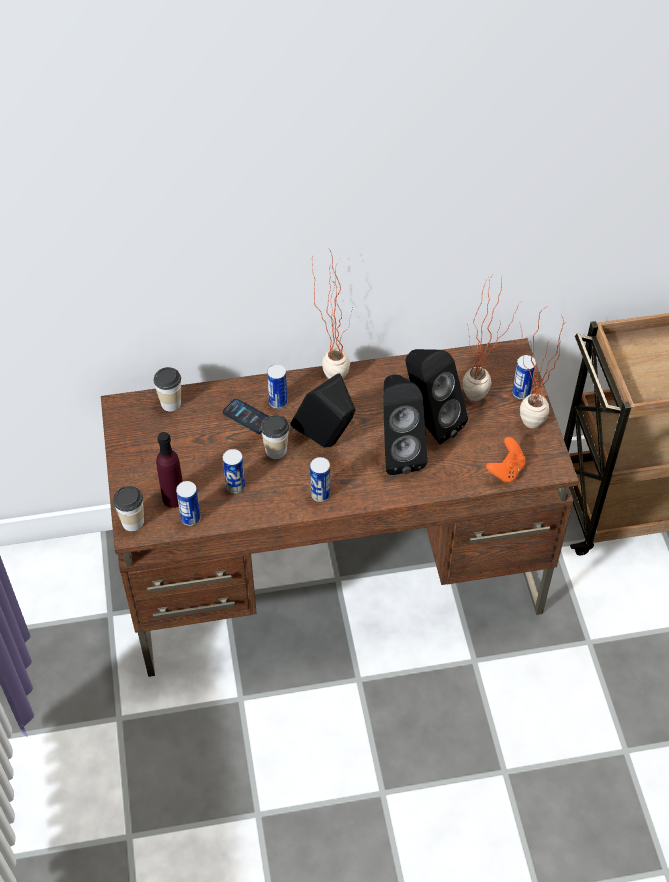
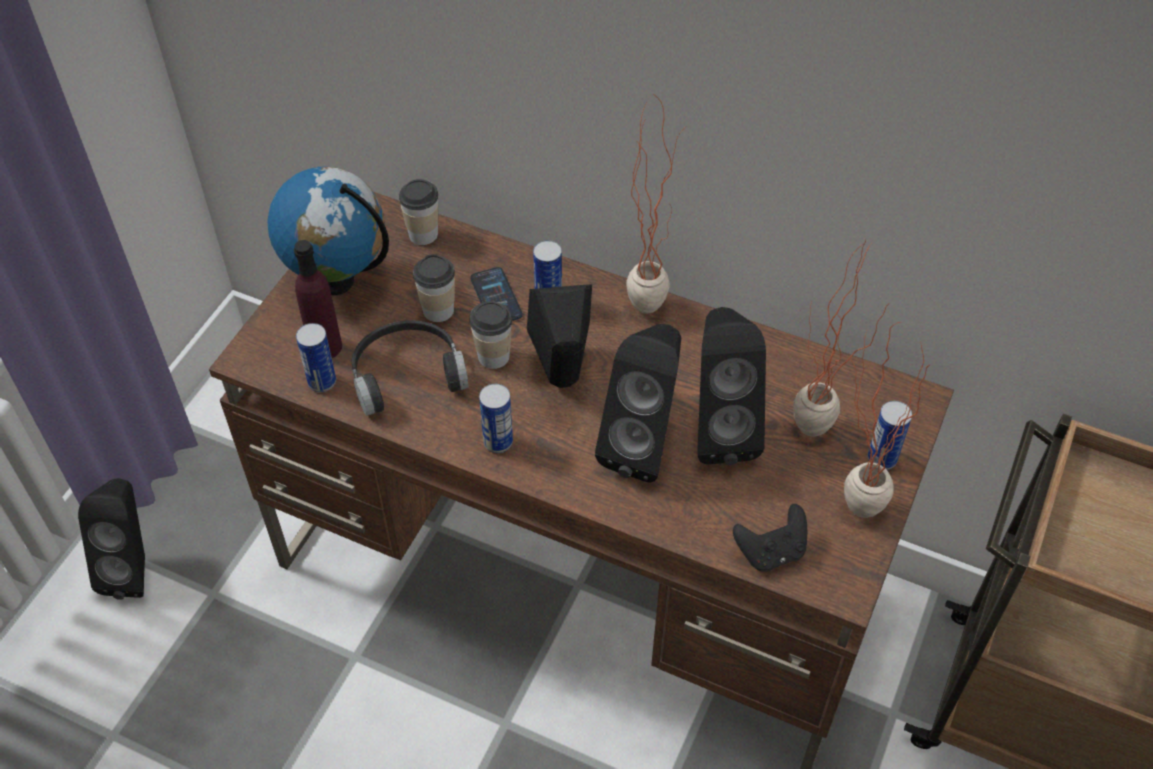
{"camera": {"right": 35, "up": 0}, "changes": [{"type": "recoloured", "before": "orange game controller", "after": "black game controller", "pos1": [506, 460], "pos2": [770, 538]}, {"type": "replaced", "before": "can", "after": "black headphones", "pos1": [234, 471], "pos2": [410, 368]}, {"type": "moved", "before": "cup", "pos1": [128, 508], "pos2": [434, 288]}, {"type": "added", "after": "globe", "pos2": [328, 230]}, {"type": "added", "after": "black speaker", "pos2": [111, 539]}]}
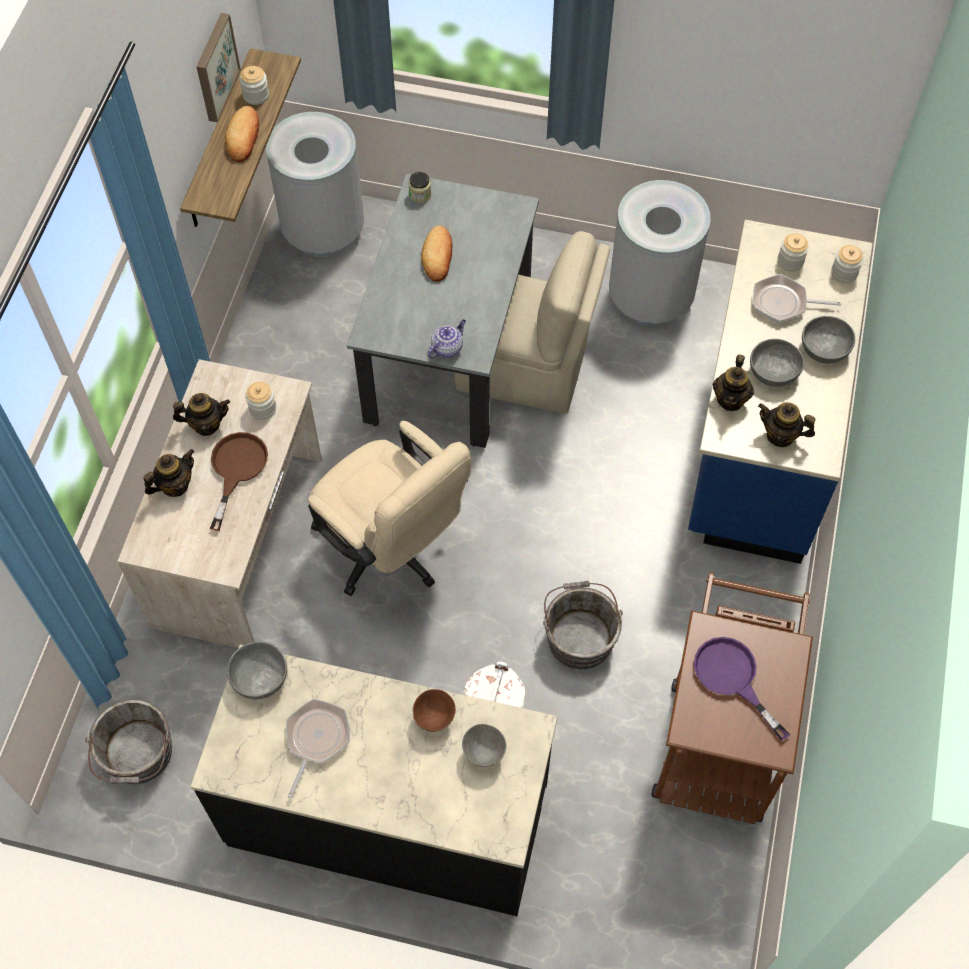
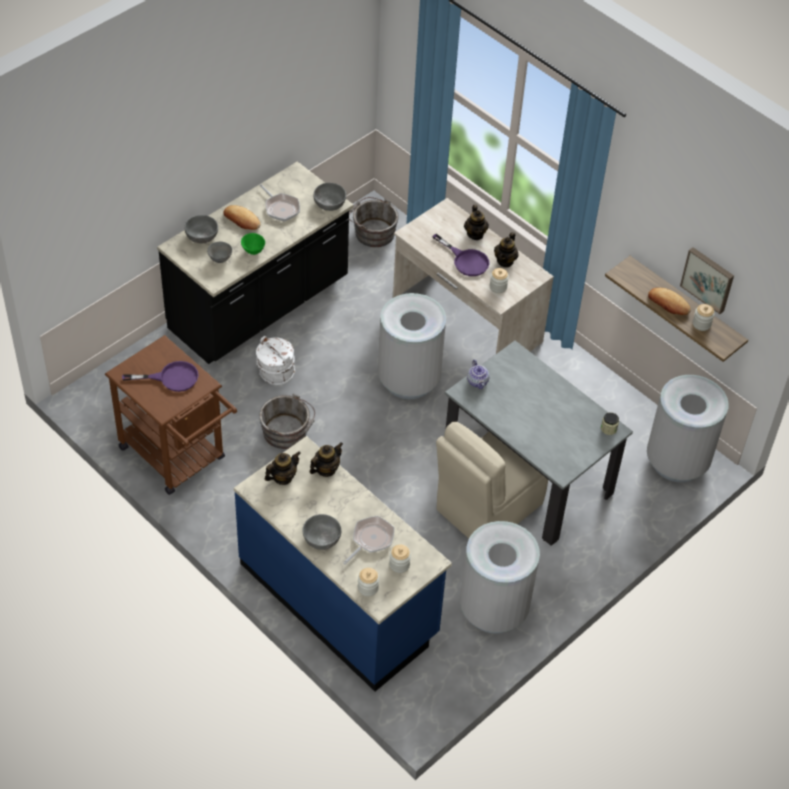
{"camera": {"right": 120, "up": -10}, "changes": [{"type": "moved", "before": "bread", "pos1": [436, 253], "pos2": [242, 217]}, {"type": "moved", "before": "grey bowl", "pos1": [777, 363], "pos2": [201, 229]}, {"type": "turned", "before": "teapot", "pos1": [733, 382], "pos2": [326, 459], "turn": 90}, {"type": "replaced", "before": "beige office chair", "after": "grey trash can", "pos1": [389, 508], "pos2": [412, 346]}, {"type": "recoloured", "before": "brown frying pan", "after": "purple frying pan", "pos1": [239, 481], "pos2": [461, 255]}, {"type": "recoloured", "before": "brown bowl", "after": "green bowl", "pos1": [434, 710], "pos2": [253, 244]}]}
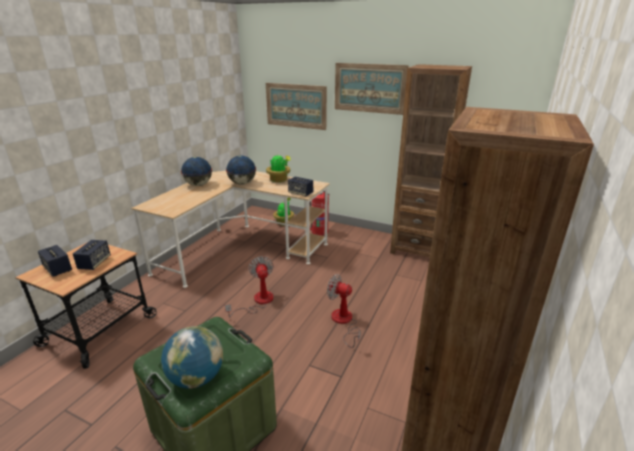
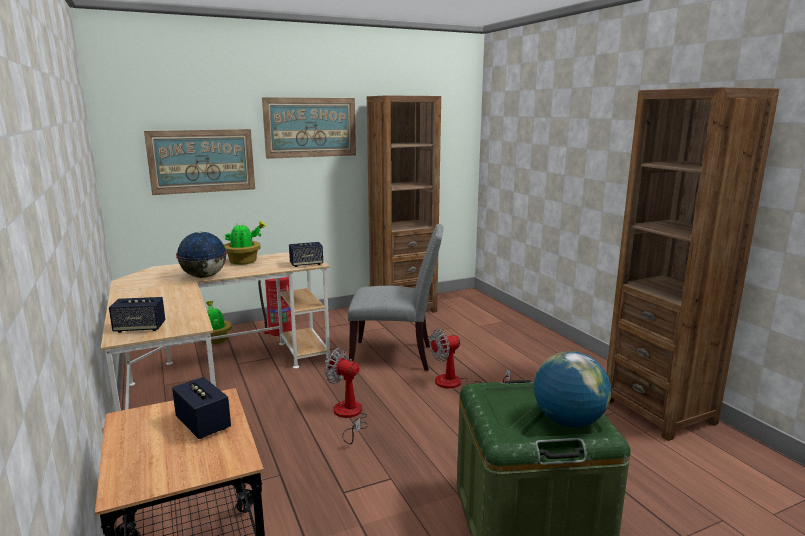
{"camera": {"right": -50, "up": -10}, "changes": [{"type": "removed", "before": "globe", "pos1": [196, 171]}, {"type": "moved", "before": "speaker", "pos1": [55, 261], "pos2": [137, 315]}, {"type": "added", "after": "grey chair", "pos2": [395, 297]}]}
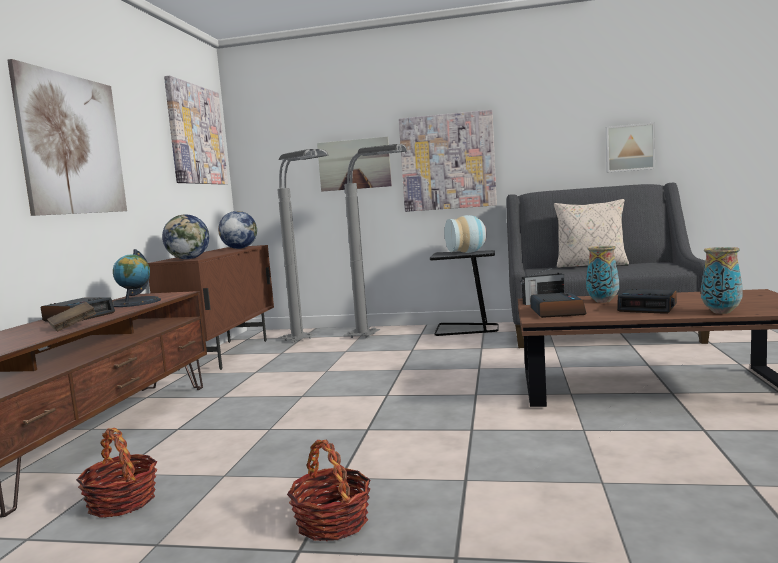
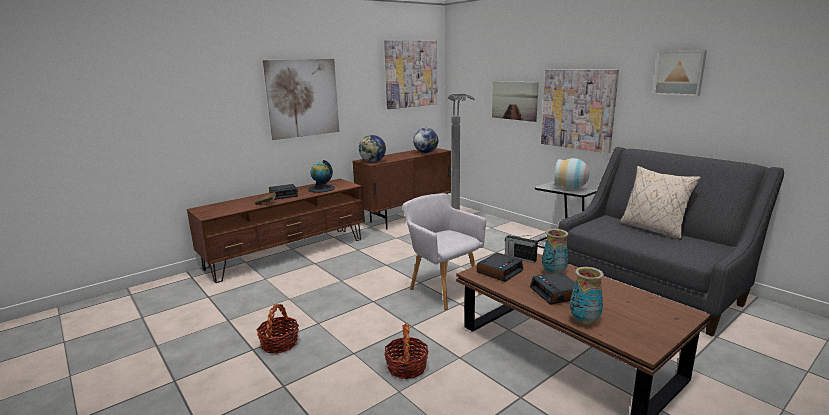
{"camera": {"right": 40, "up": 10}, "changes": [{"type": "moved", "before": "picture", "pos1": [630, 147], "pos2": [680, 73]}, {"type": "removed", "before": "grey floor lamp", "pos1": [375, 241]}, {"type": "moved", "before": "basket", "pos1": [117, 473], "pos2": [406, 351]}, {"type": "added", "after": "grey armchair", "pos2": [444, 251]}]}
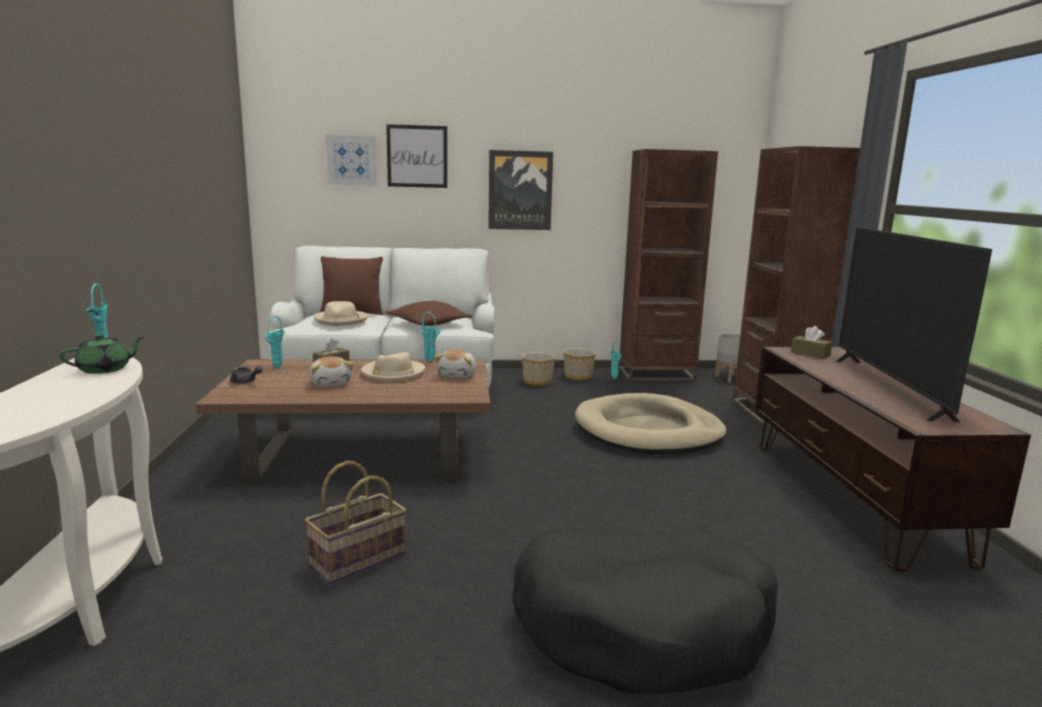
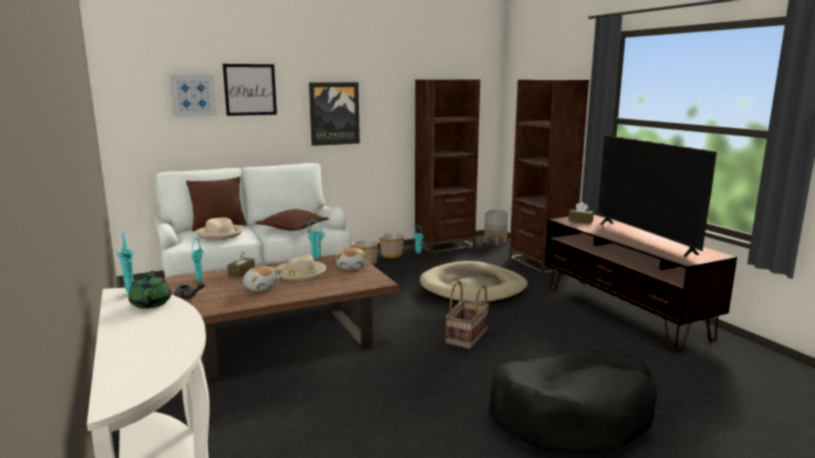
{"camera": {"right": -20, "up": 0}, "changes": [{"type": "turned", "before": "green teapot", "pos1": [101, 354], "pos2": [149, 290], "turn": -45}, {"type": "moved", "before": "basket", "pos1": [355, 522], "pos2": [467, 315]}]}
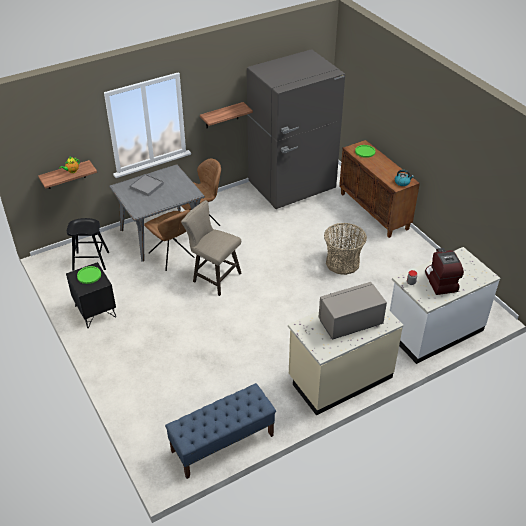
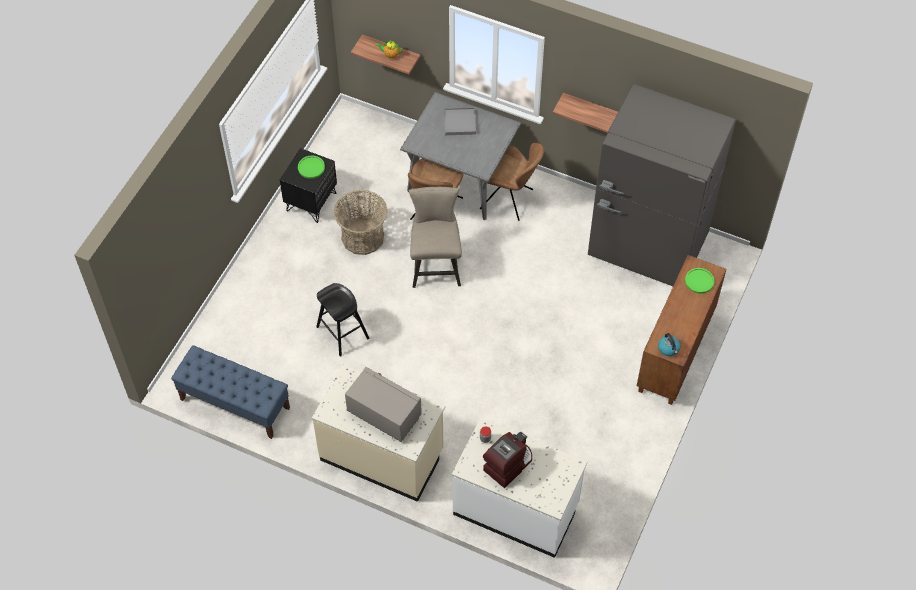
{"camera": {"right": 55, "up": 15}, "changes": [{"type": "moved", "before": "black stool", "pos1": [88, 244], "pos2": [342, 319]}, {"type": "moved", "before": "basket", "pos1": [345, 249], "pos2": [360, 222]}]}
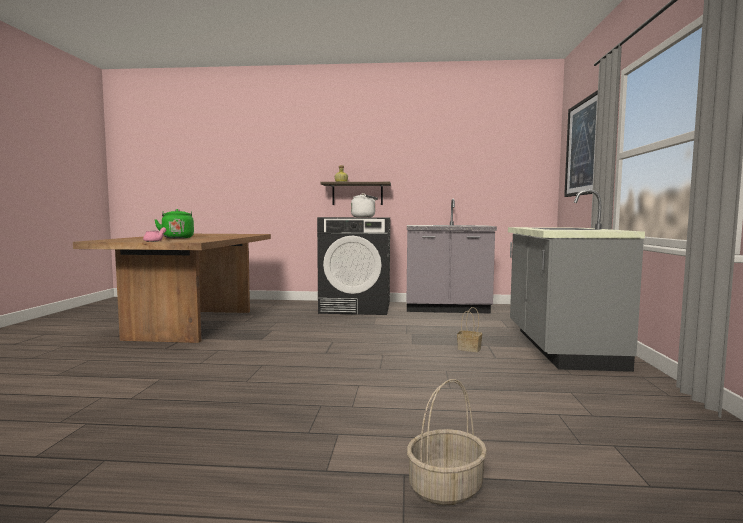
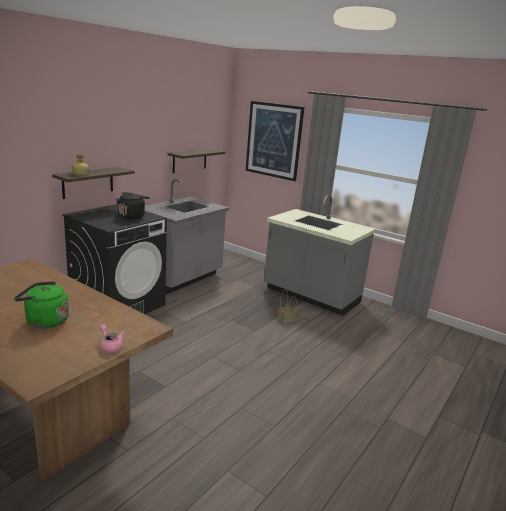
{"camera": {"right": -60, "up": 15}, "changes": [{"type": "recoloured", "before": "white kettle", "after": "black kettle", "pos1": [364, 205], "pos2": [133, 206]}, {"type": "removed", "before": "basket", "pos1": [447, 442]}, {"type": "added", "after": "shelf", "pos2": [196, 161]}]}
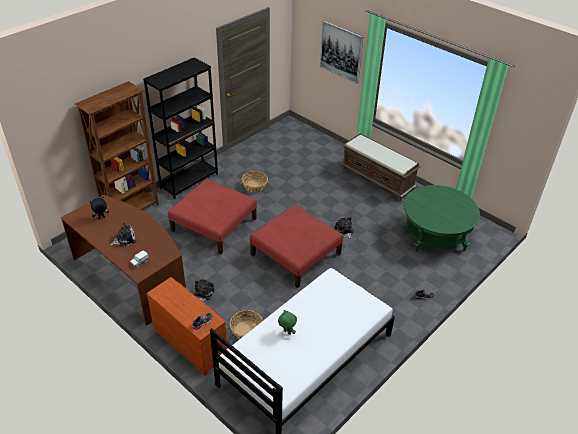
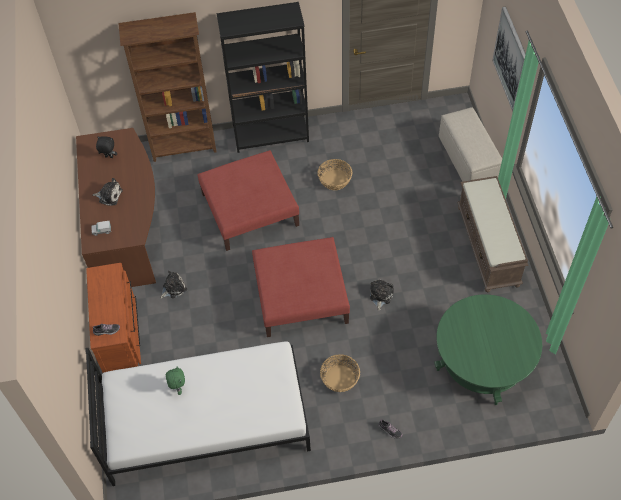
{"camera": {"right": 40, "up": 15}, "changes": [{"type": "moved", "before": "basket", "pos1": [246, 324], "pos2": [340, 373]}, {"type": "added", "after": "beige ottoman", "pos2": [470, 144]}]}
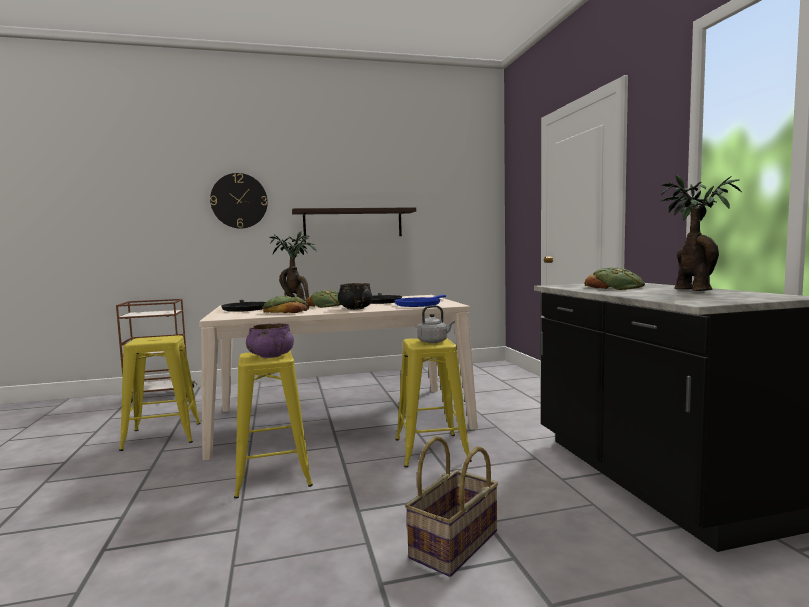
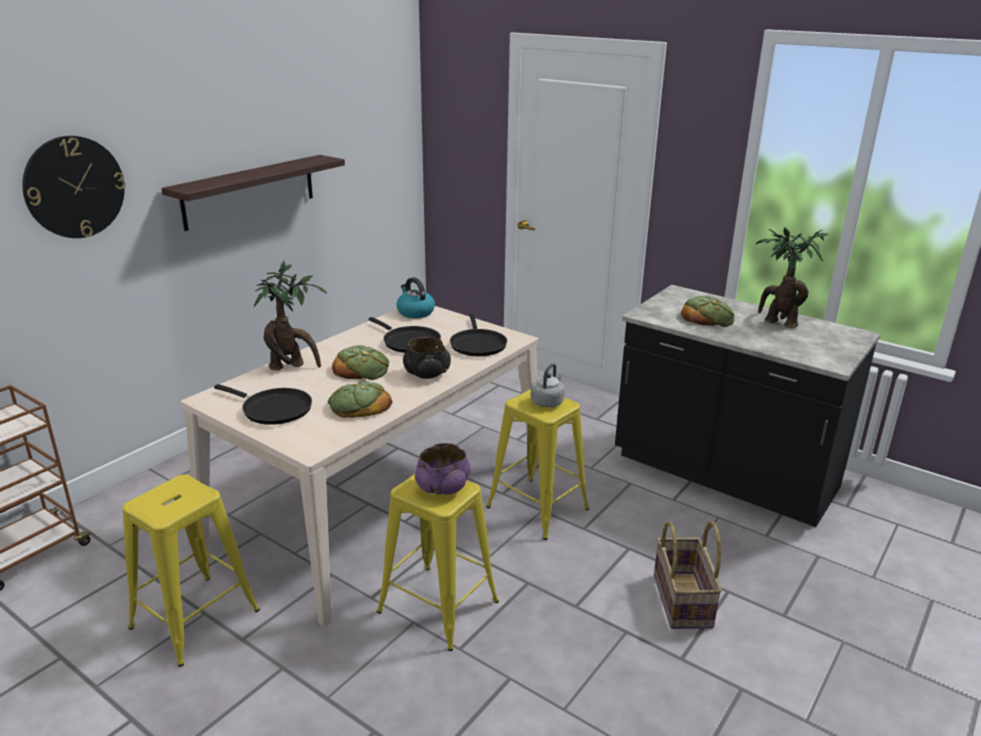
{"camera": {"right": -40, "up": 20}, "changes": [{"type": "recoloured", "before": "blue frying pan", "after": "black frying pan", "pos1": [420, 301], "pos2": [478, 335]}, {"type": "added", "after": "kettle", "pos2": [415, 297]}]}
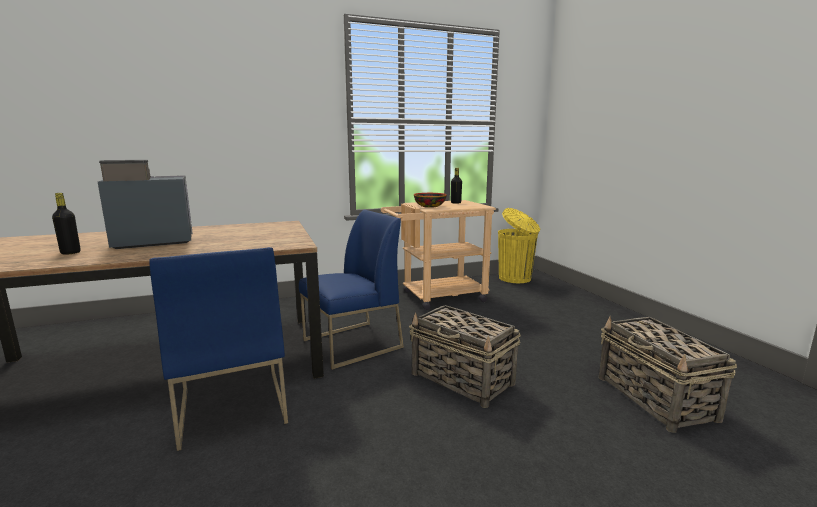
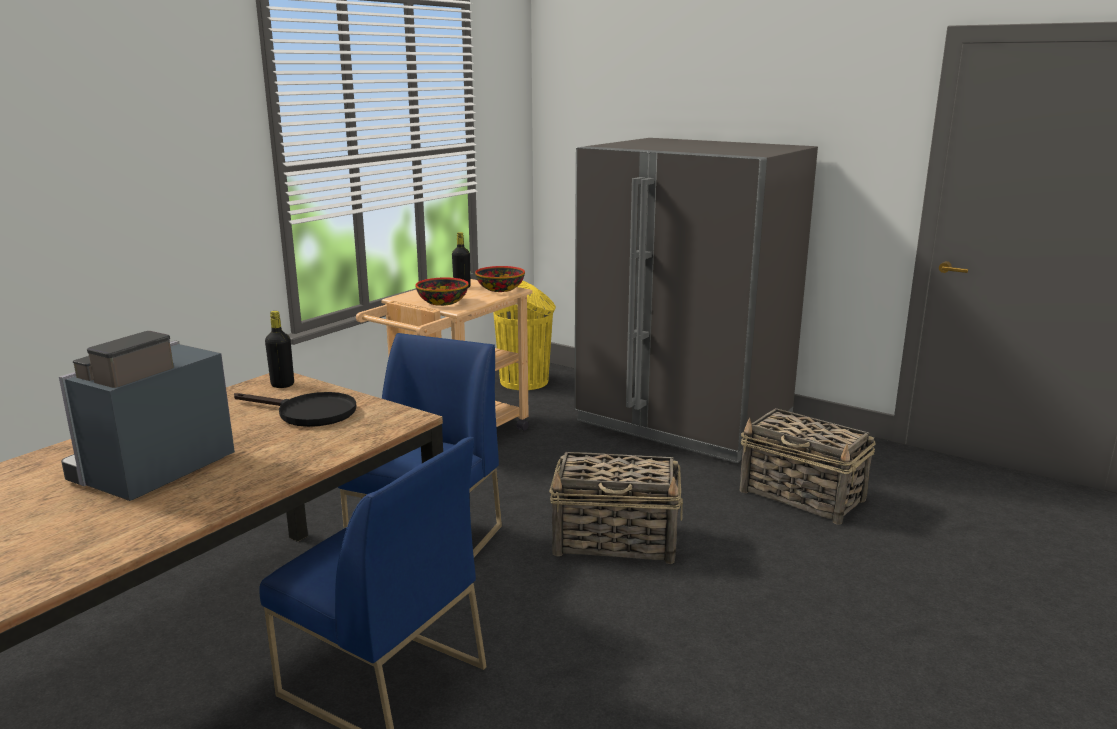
{"camera": {"right": -35, "up": 5}, "changes": [{"type": "moved", "before": "black bottle", "pos1": [66, 224], "pos2": [279, 349]}, {"type": "added", "after": "grey fridge", "pos2": [696, 300]}, {"type": "added", "after": "bowl", "pos2": [500, 279]}, {"type": "added", "after": "black frying pan", "pos2": [295, 409]}]}
